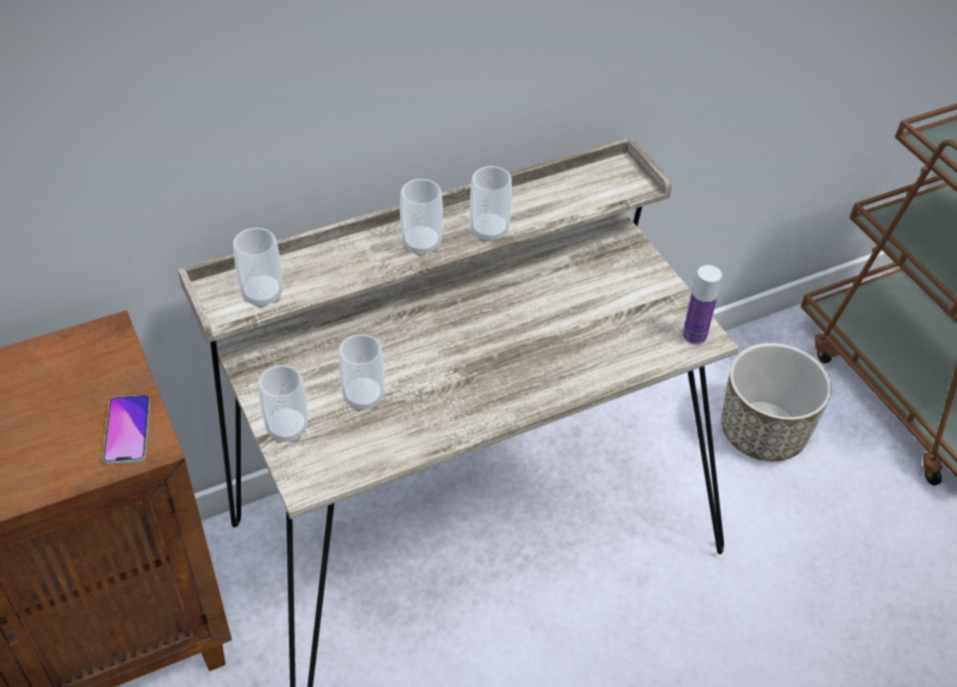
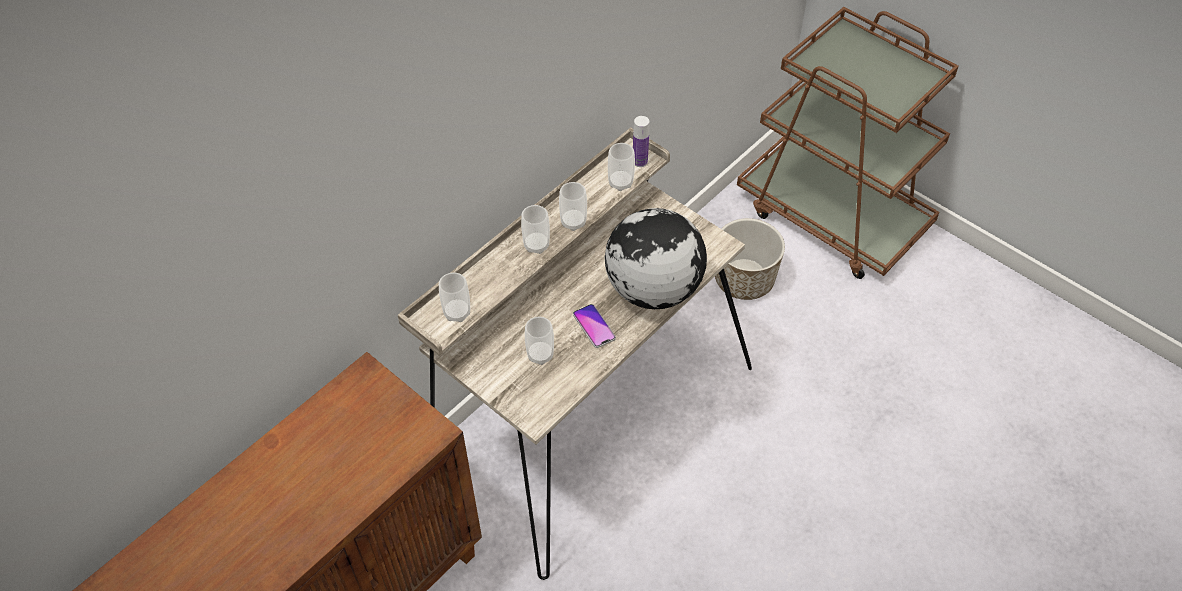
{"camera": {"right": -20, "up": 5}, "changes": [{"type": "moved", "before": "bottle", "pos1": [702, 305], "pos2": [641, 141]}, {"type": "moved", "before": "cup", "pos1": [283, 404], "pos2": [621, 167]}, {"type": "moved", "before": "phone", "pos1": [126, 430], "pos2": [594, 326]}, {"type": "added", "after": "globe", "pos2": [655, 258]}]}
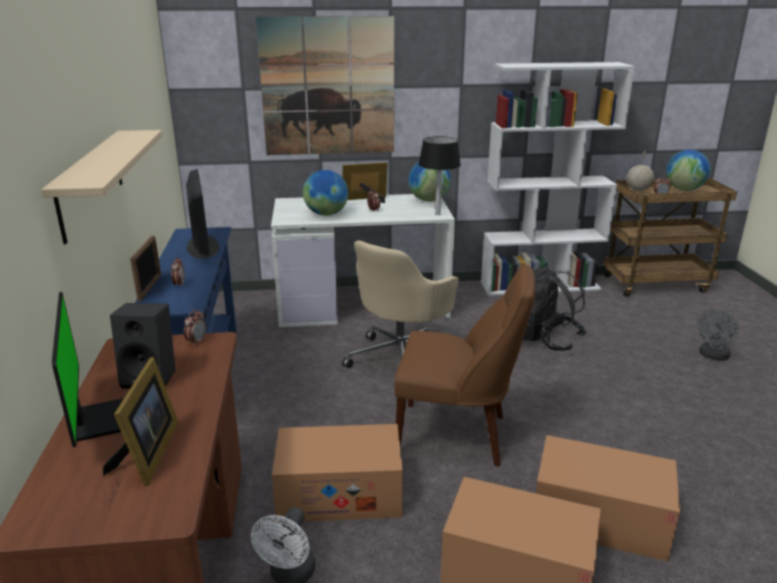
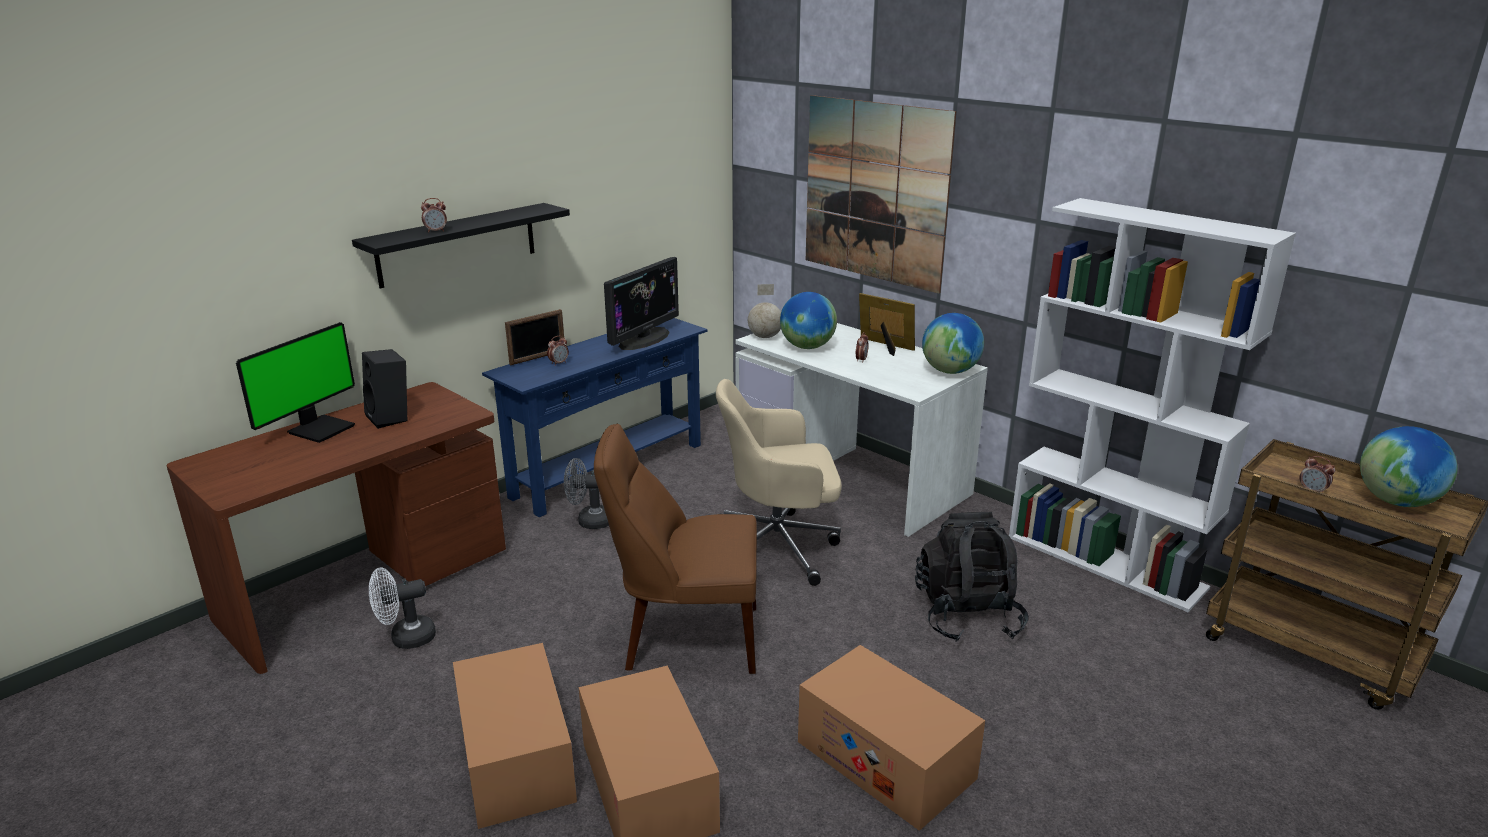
{"camera": {"right": 50, "up": 0}, "changes": [{"type": "recoloured", "before": "beige shelf", "after": "black shelf", "pos1": [102, 187], "pos2": [461, 246]}, {"type": "removed", "before": "black table lamp", "pos1": [439, 175]}, {"type": "moved", "before": "globe", "pos1": [640, 170], "pos2": [764, 311]}, {"type": "turned", "before": "brown chair", "pos1": [465, 365], "pos2": [675, 549], "turn": 120}, {"type": "moved", "before": "alarm clock", "pos1": [195, 327], "pos2": [434, 215]}, {"type": "moved", "before": "grey fan", "pos1": [718, 335], "pos2": [586, 493]}, {"type": "removed", "before": "picture frame", "pos1": [140, 421]}, {"type": "moved", "before": "cardboard box", "pos1": [337, 473], "pos2": [891, 738]}]}
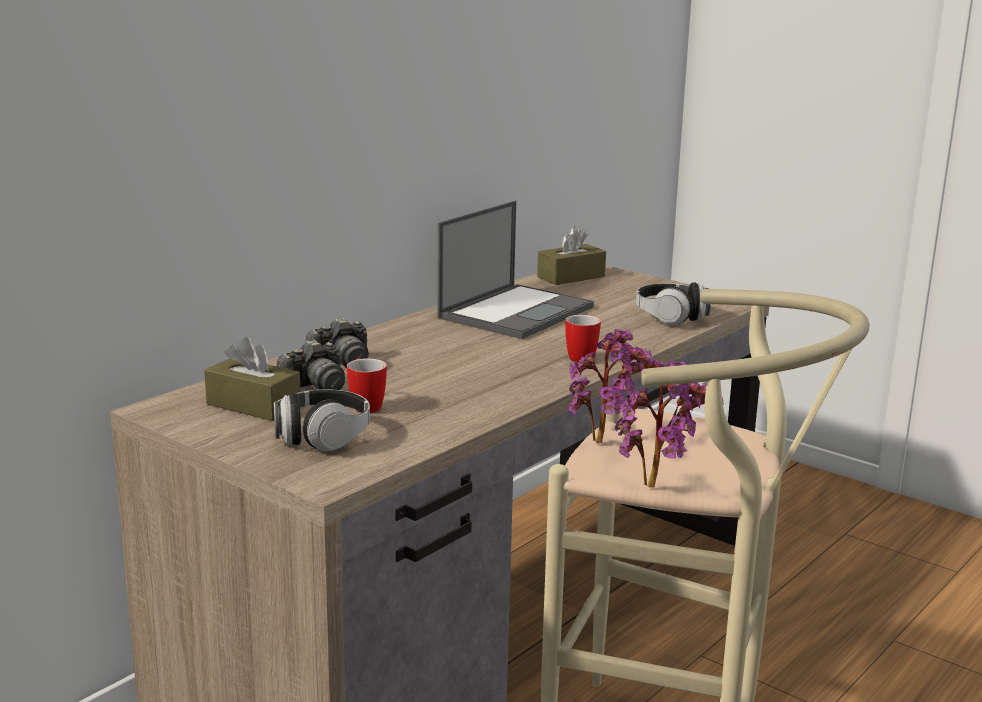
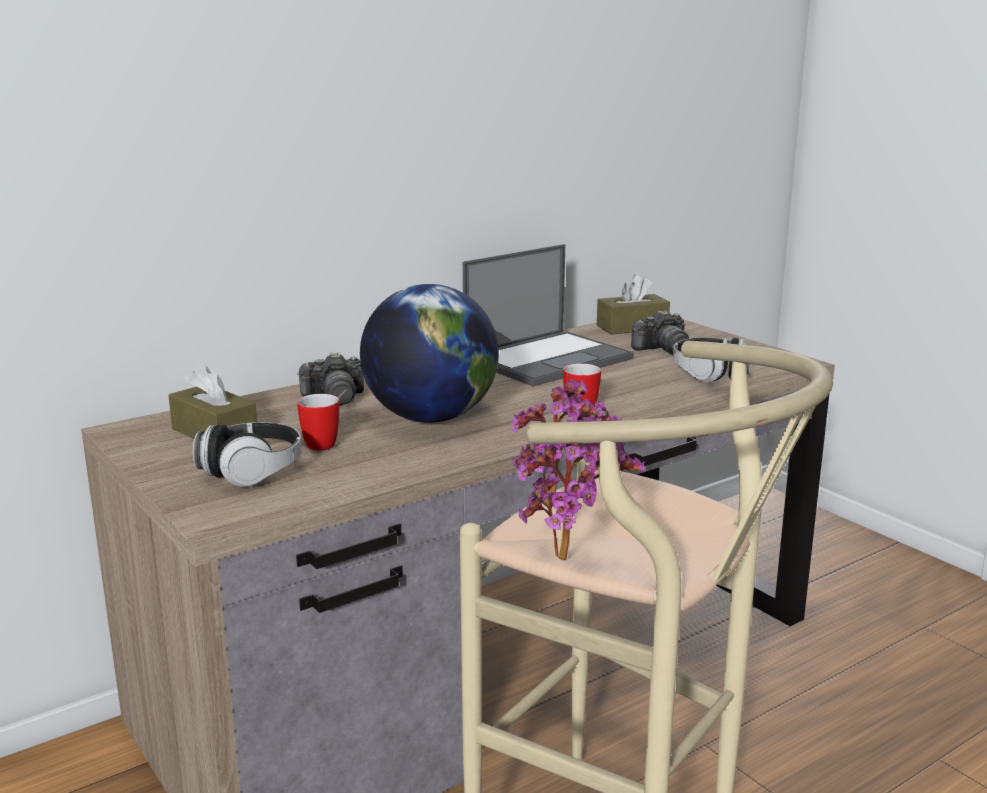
{"camera": {"right": 15, "up": 0}, "changes": [{"type": "moved", "before": "photo camera", "pos1": [311, 364], "pos2": [660, 332]}, {"type": "added", "after": "globe", "pos2": [429, 353]}]}
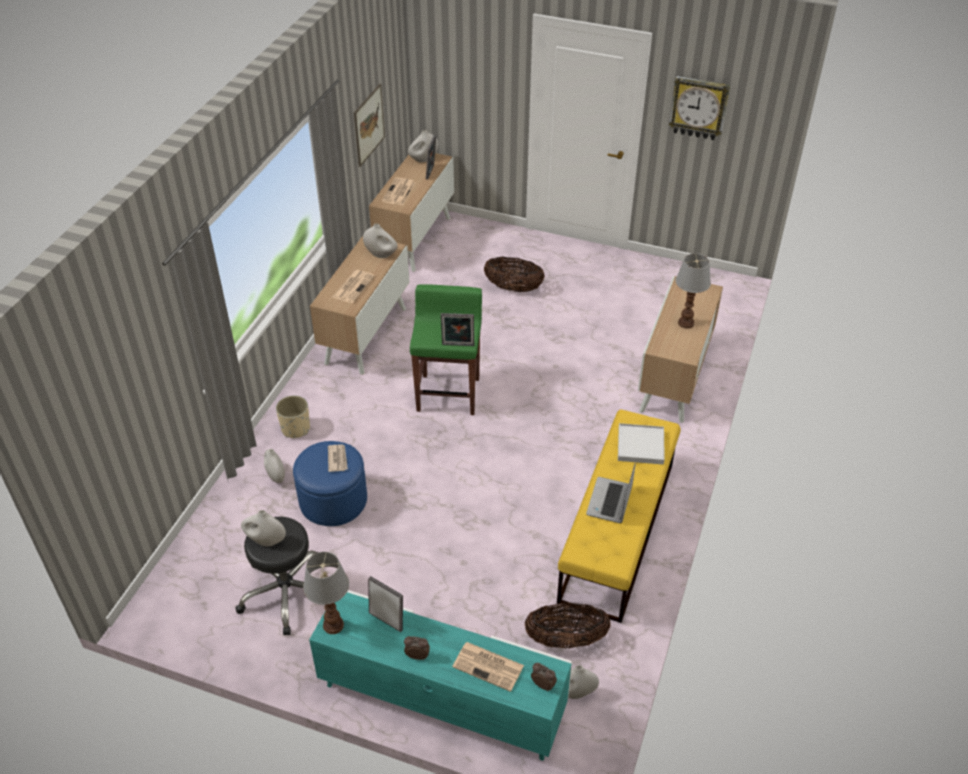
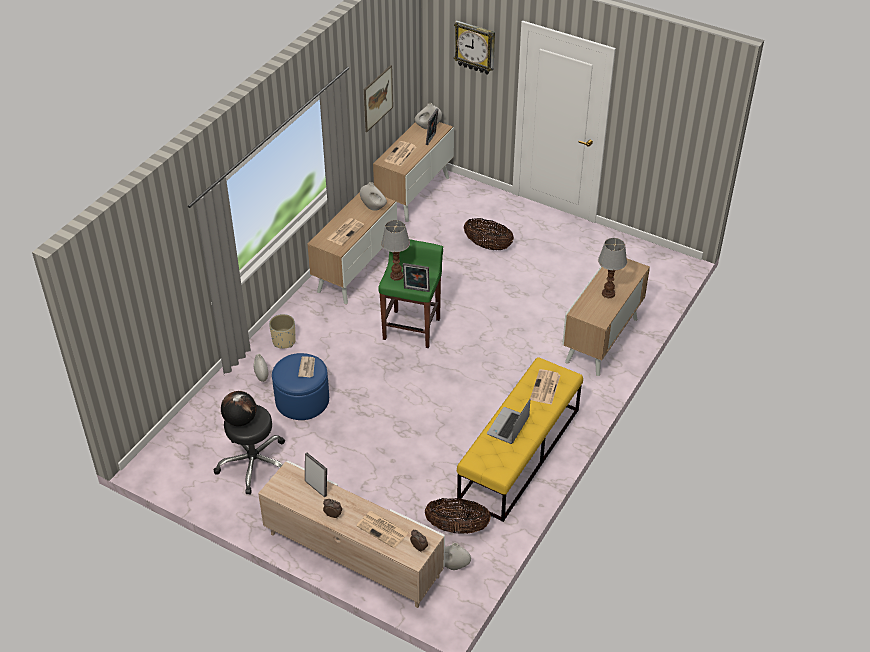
{"camera": {"right": 10, "up": 0}, "changes": [{"type": "moved", "before": "wall clock", "pos1": [699, 108], "pos2": [474, 47]}, {"type": "replaced", "before": "white tray", "after": "newspaper", "pos1": [641, 444], "pos2": [545, 387]}, {"type": "replaced", "before": "white vase", "after": "globe", "pos1": [263, 528], "pos2": [238, 408]}, {"type": "moved", "before": "table lamp", "pos1": [326, 593], "pos2": [395, 250]}, {"type": "recoloured", "before": "turquoise tv stand", "after": "beige tv stand", "pos1": [440, 675], "pos2": [351, 534]}]}
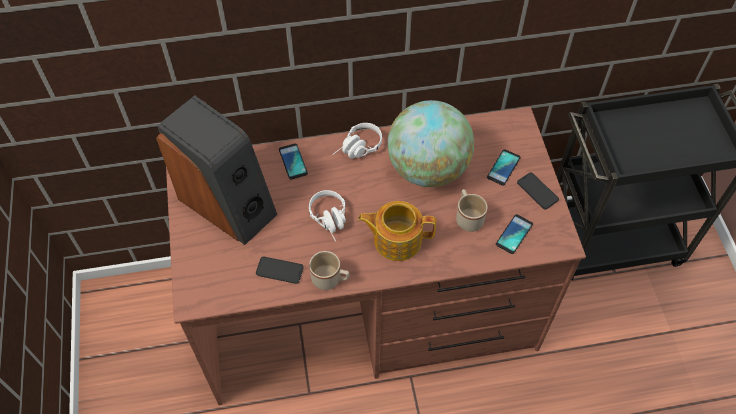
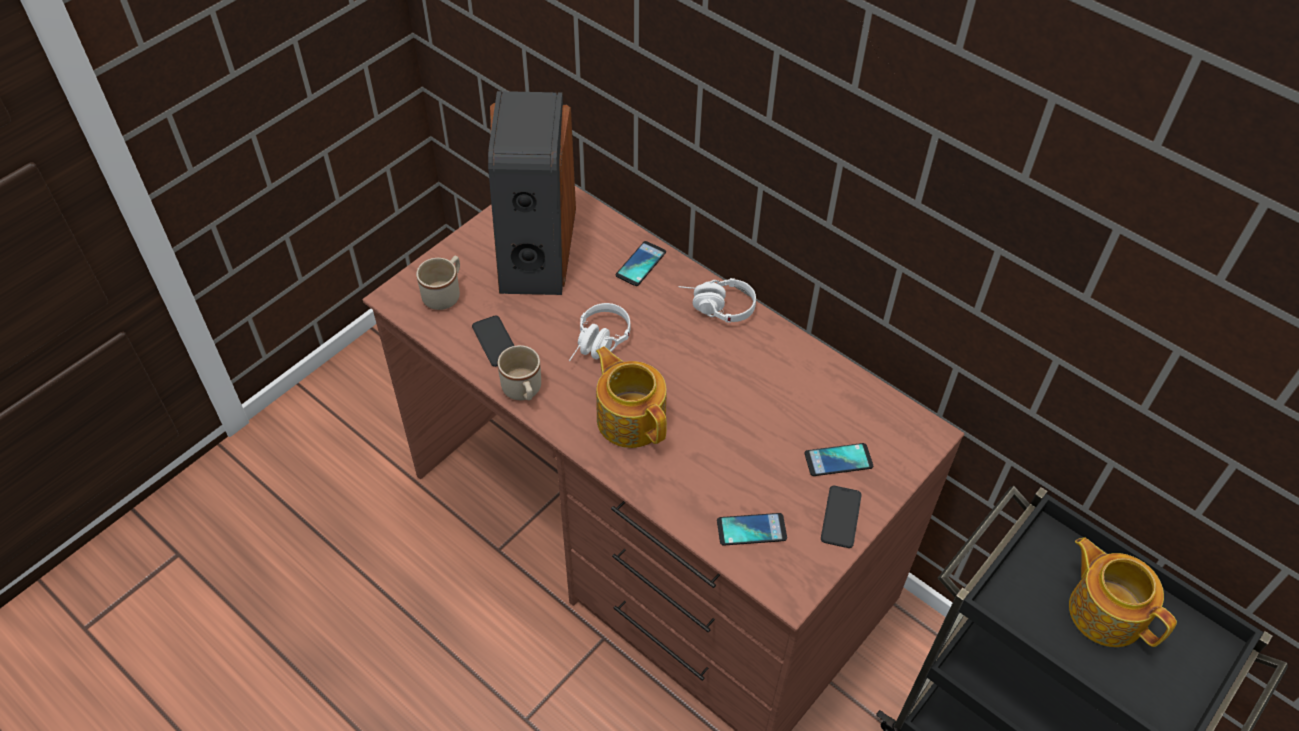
{"camera": {"right": 50, "up": -5}, "changes": [{"type": "removed", "before": "globe", "pos1": [430, 143]}, {"type": "moved", "before": "beige mug", "pos1": [472, 210], "pos2": [438, 283]}, {"type": "added", "after": "teapot", "pos2": [1123, 592]}]}
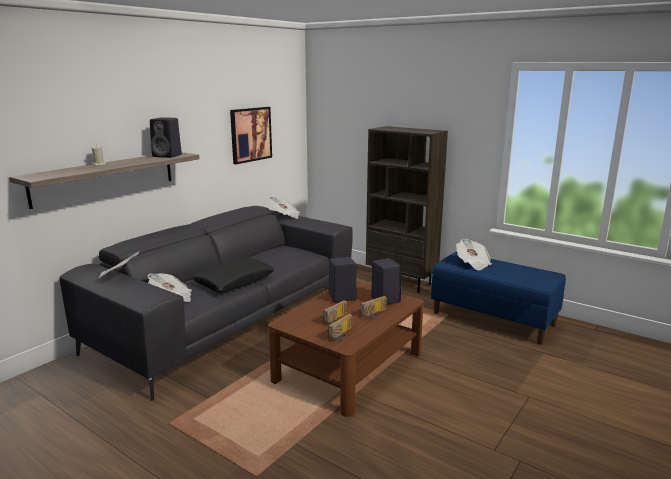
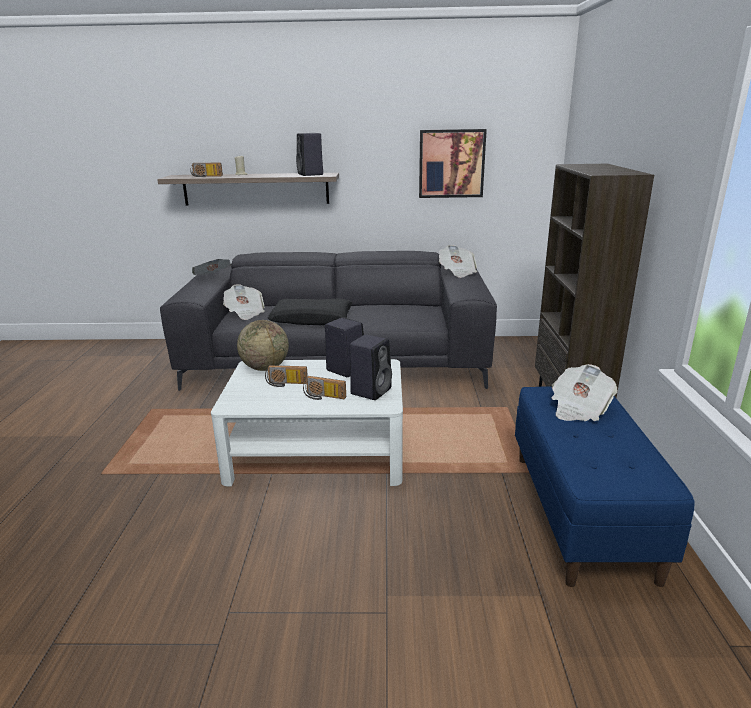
{"camera": {"right": 55, "up": 5}, "changes": [{"type": "recoloured", "before": "brown coffee table", "after": "white coffee table", "pos1": [346, 349], "pos2": [307, 422]}, {"type": "moved", "before": "radio", "pos1": [340, 327], "pos2": [206, 170]}, {"type": "added", "after": "globe", "pos2": [263, 345]}]}
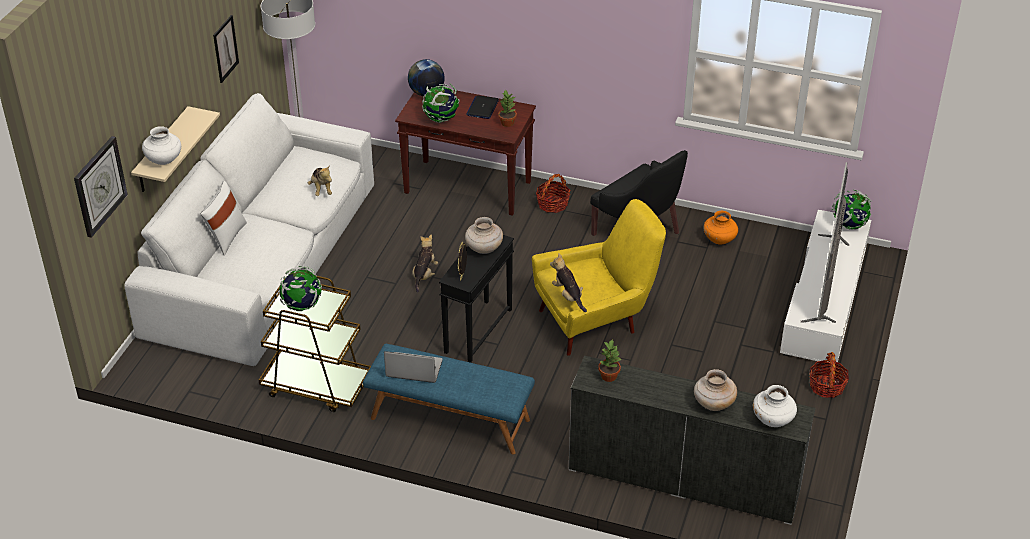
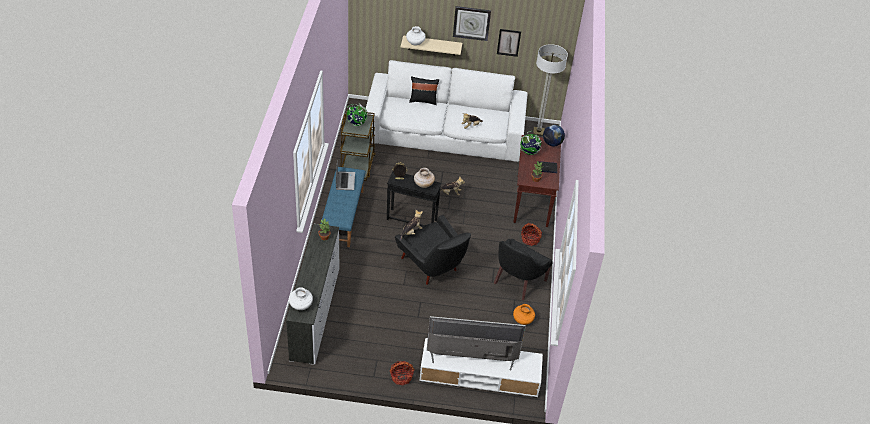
{"camera": {"right": 75, "up": 5}, "changes": [{"type": "moved", "before": "wall clock", "pos1": [101, 187], "pos2": [472, 23]}, {"type": "recoloured", "before": "white pillow", "after": "black pillow", "pos1": [223, 218], "pos2": [424, 90]}, {"type": "removed", "before": "globe", "pos1": [852, 210]}, {"type": "recoloured", "before": "yellow armchair", "after": "black armchair", "pos1": [599, 277], "pos2": [433, 250]}, {"type": "removed", "before": "beige vase", "pos1": [715, 390]}]}
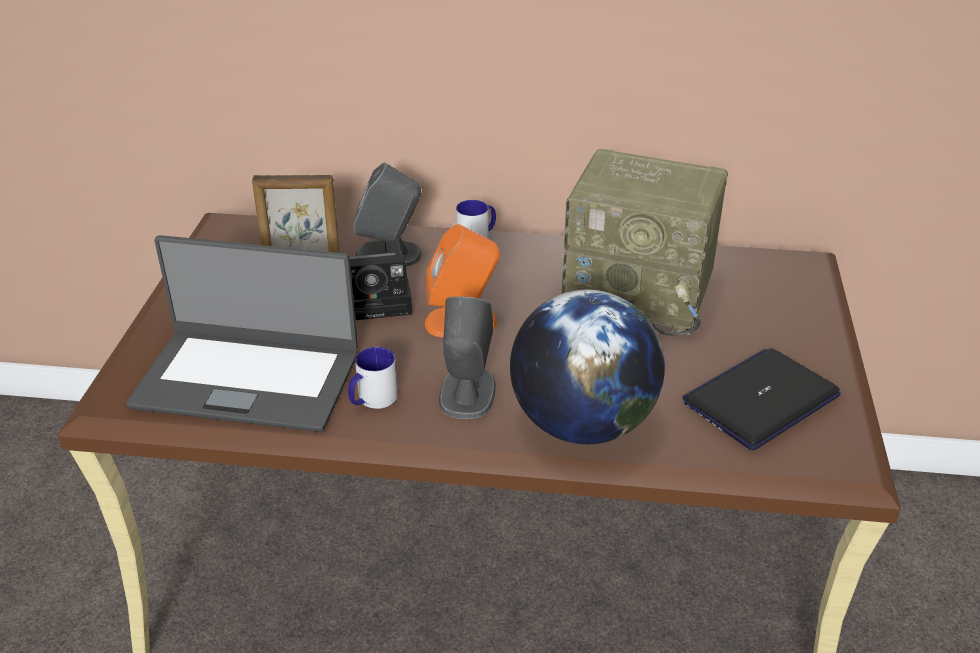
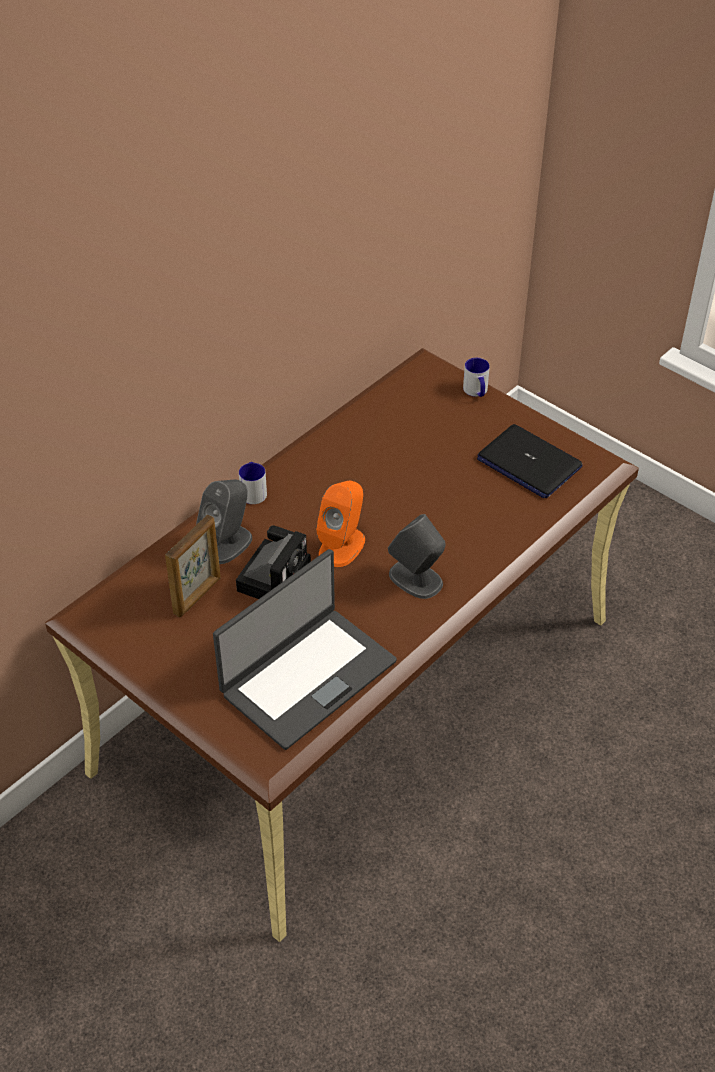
{"camera": {"right": -55, "up": 10}, "changes": [{"type": "removed", "before": "radio", "pos1": [644, 242]}, {"type": "removed", "before": "globe", "pos1": [587, 367]}, {"type": "moved", "before": "mug", "pos1": [373, 378], "pos2": [476, 377]}, {"type": "turned", "before": "laptop", "pos1": [761, 399], "pos2": [530, 461], "turn": -45}]}
